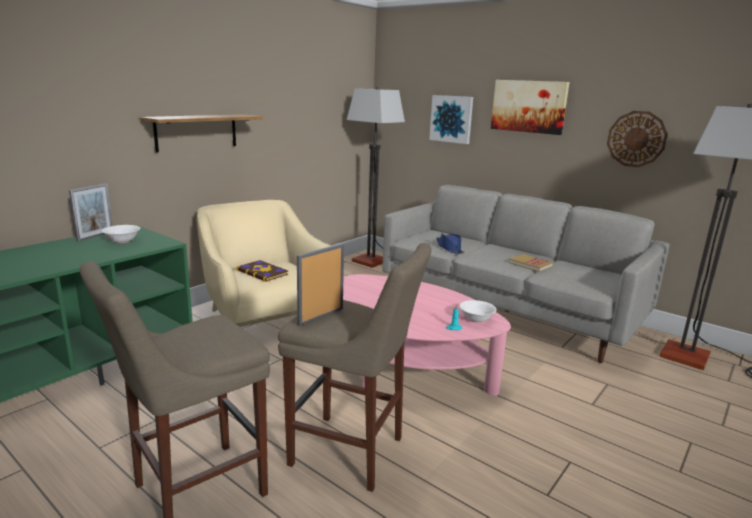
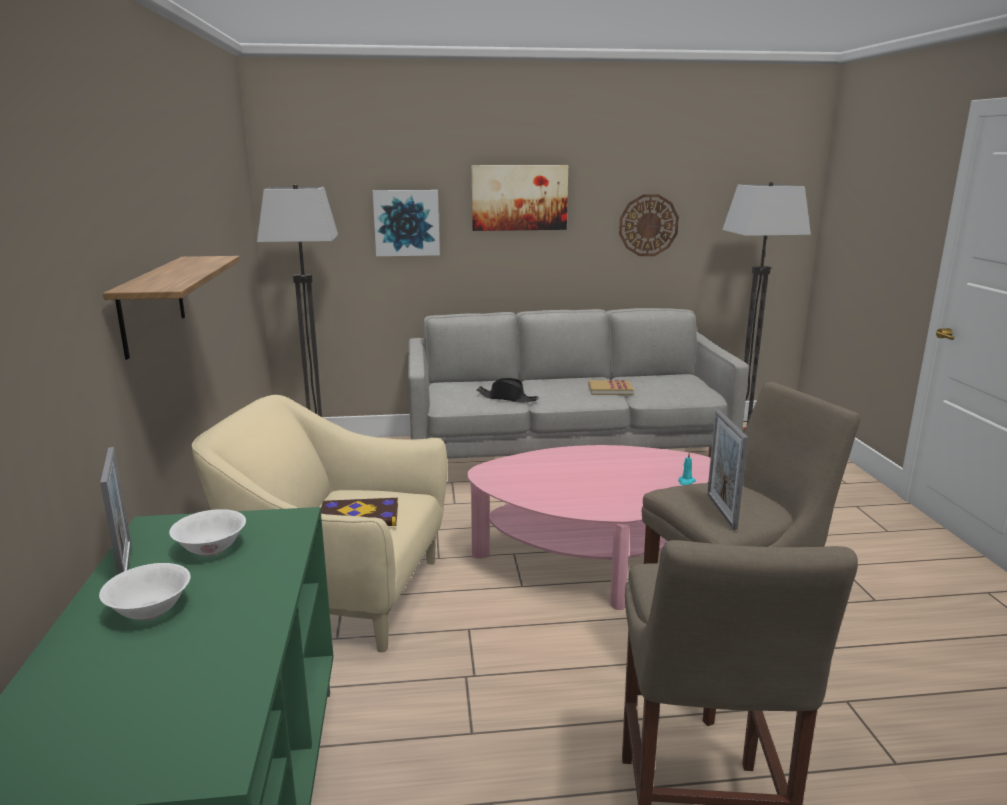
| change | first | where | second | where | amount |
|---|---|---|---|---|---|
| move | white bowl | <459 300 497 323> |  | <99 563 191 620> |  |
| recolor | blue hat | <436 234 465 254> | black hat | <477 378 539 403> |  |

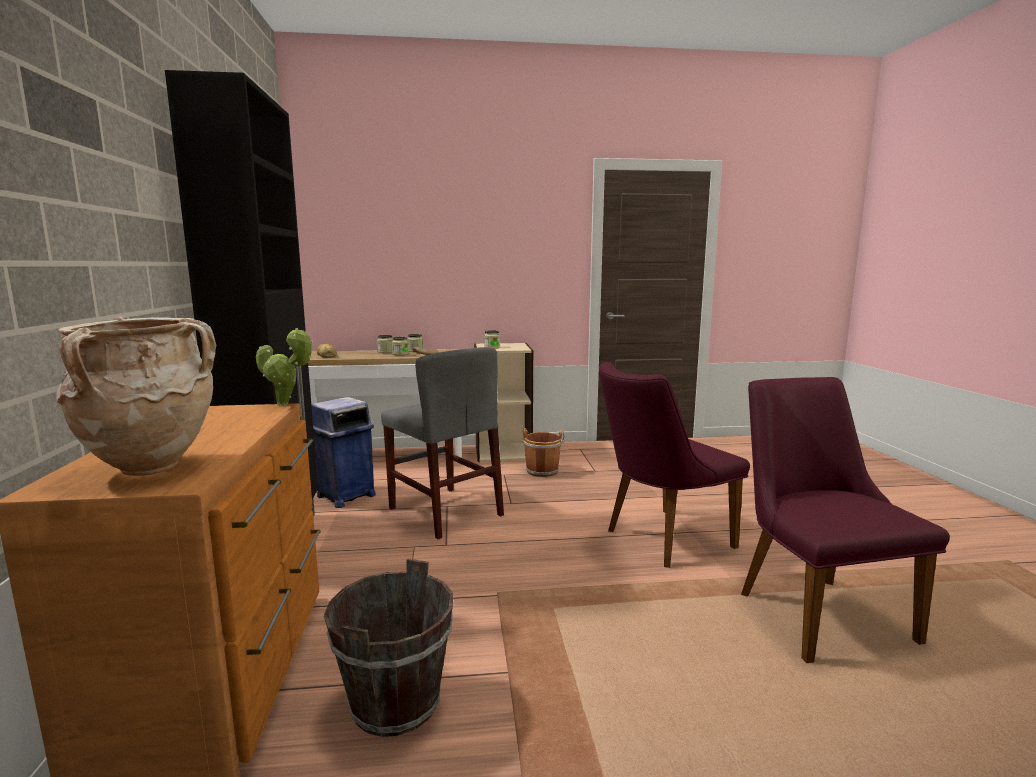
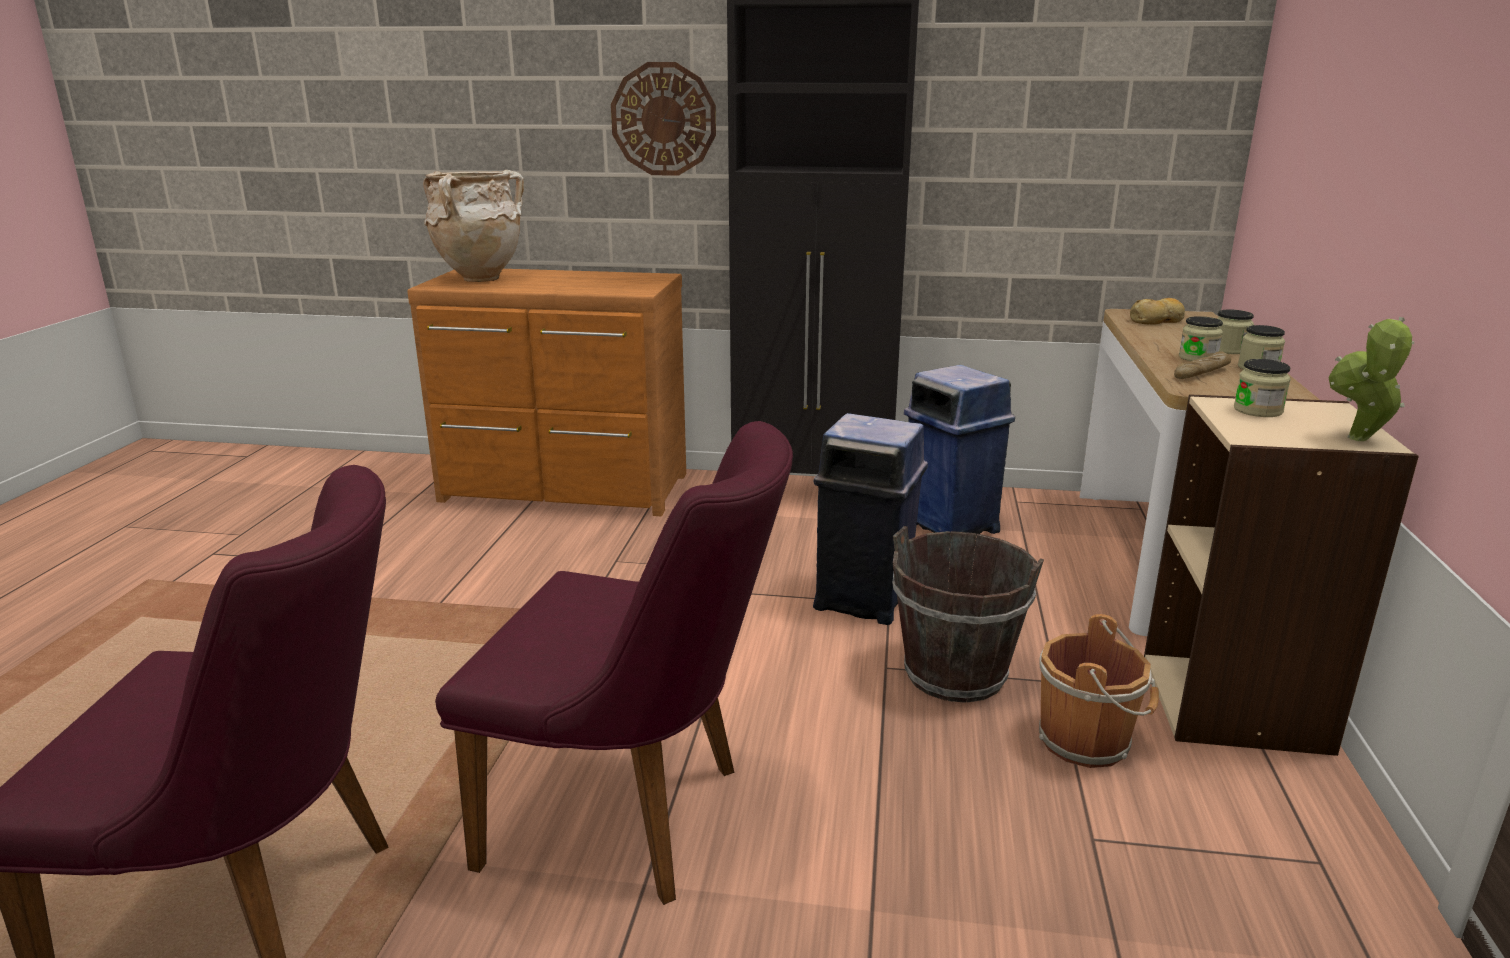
| change | first | where | second | where | amount |
|---|---|---|---|---|---|
| rotate | purple chair | <599 362 750 568> |  | <435 421 793 905> | 120 degrees clockwise |
| insert |  |  | wall clock | <611 62 716 176> |  |
| replace | grey chair | <381 347 504 539> | blue trash can | <813 413 928 625> |  |
| move | brown bucket | <324 559 453 737> |  | <892 526 1044 703> |  |
| move | potted plant | <256 328 313 407> |  | <1329 317 1414 441> |  |

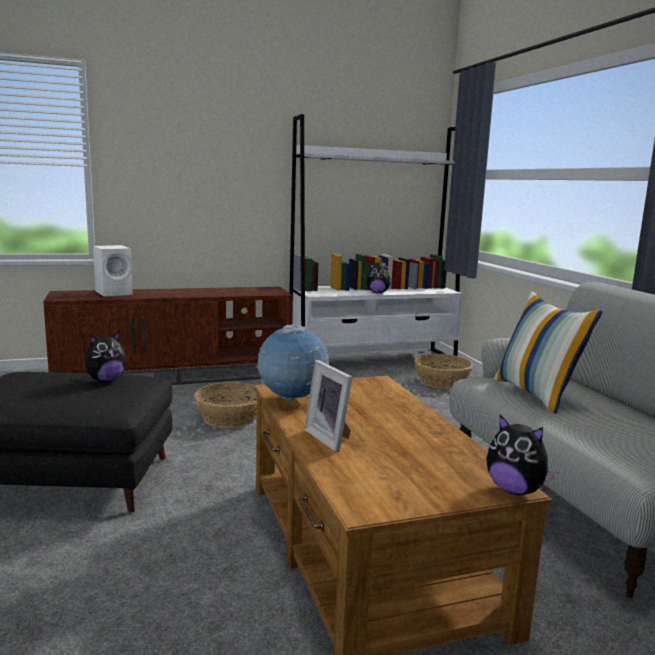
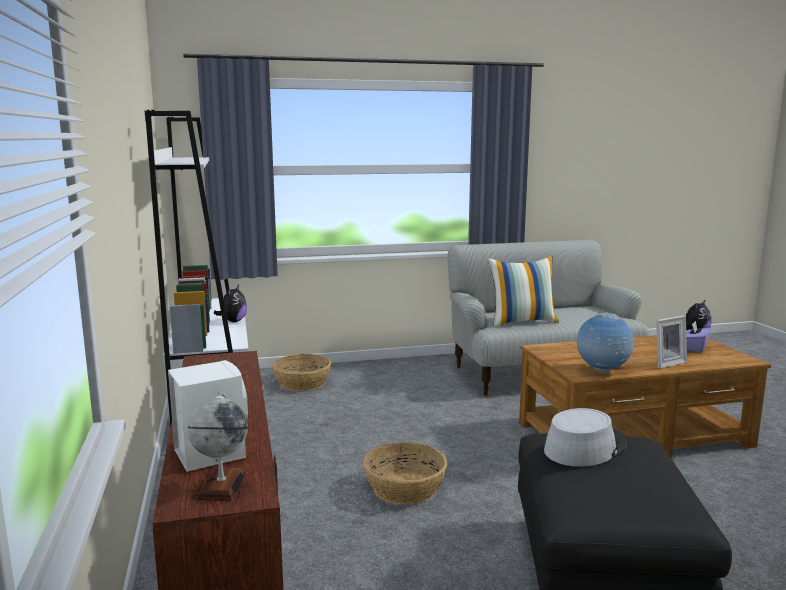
| change | first | where | second | where | amount |
|---|---|---|---|---|---|
| insert |  |  | globe | <188 392 248 501> |  |
| replace | plush toy | <85 331 127 382> | grey hat | <544 408 627 467> |  |
| insert |  |  | purple tissue box | <686 321 710 353> |  |

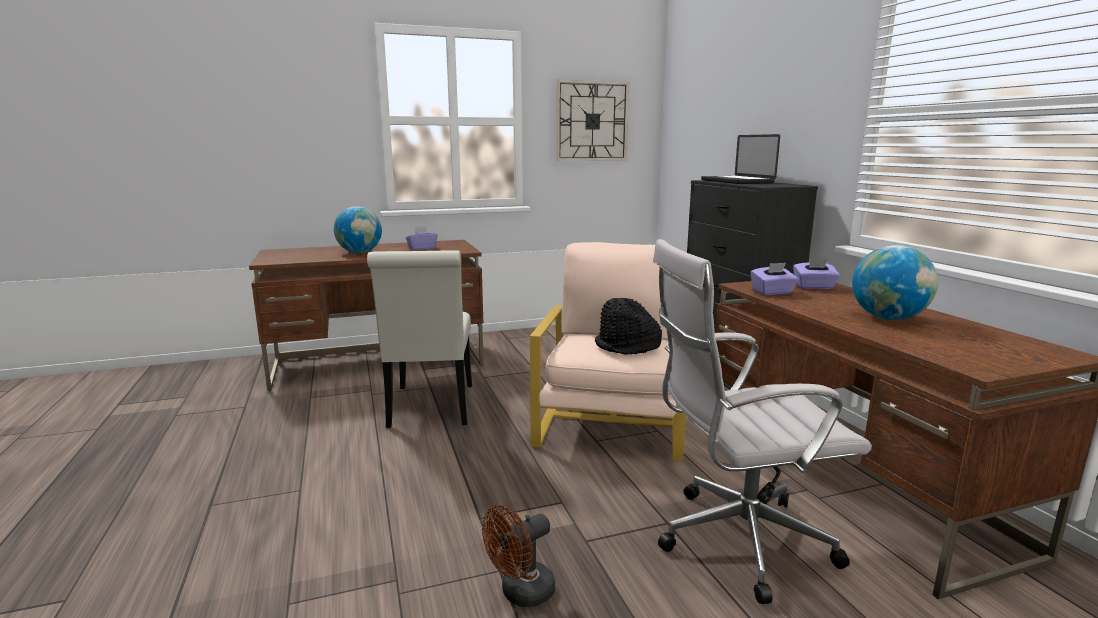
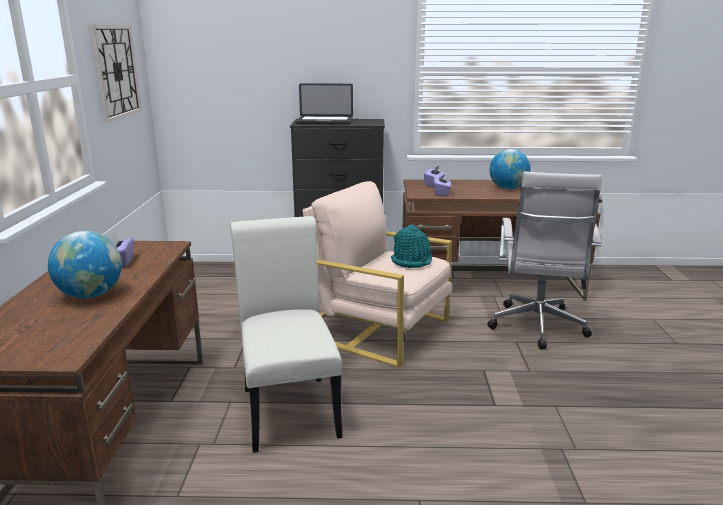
| change | first | where | second | where | amount |
|---|---|---|---|---|---|
| rotate | white chair | <367 250 472 428> |  | <230 216 343 453> | 120 degrees counterclockwise |
| recolor | black hat | <595 298 662 355> | turquoise hat | <391 224 432 268> |  |
| delete | brown fan | <482 505 555 607> |  |  |  |

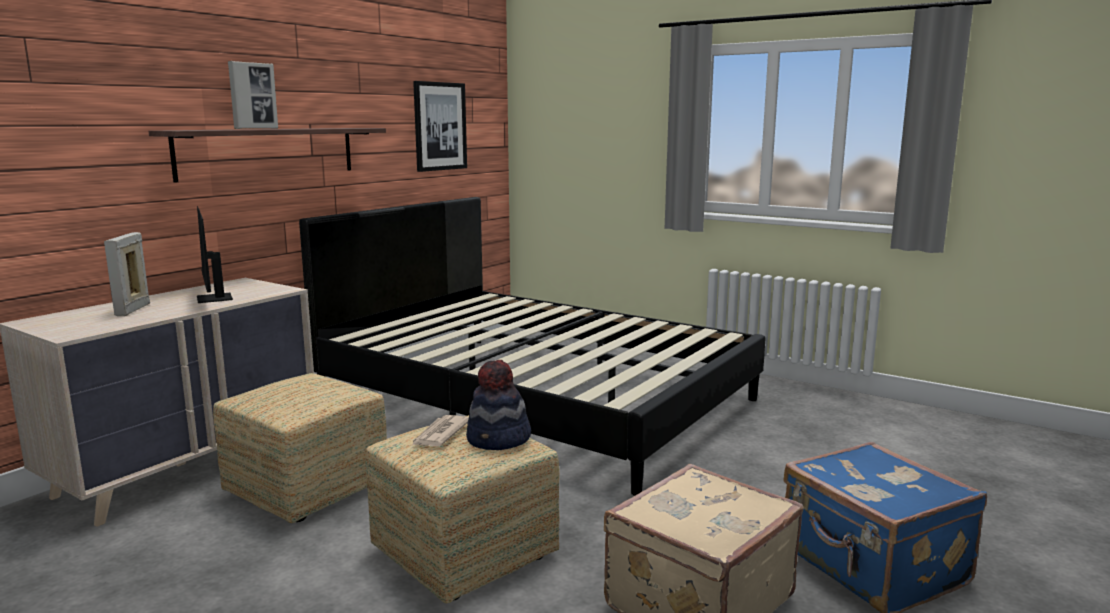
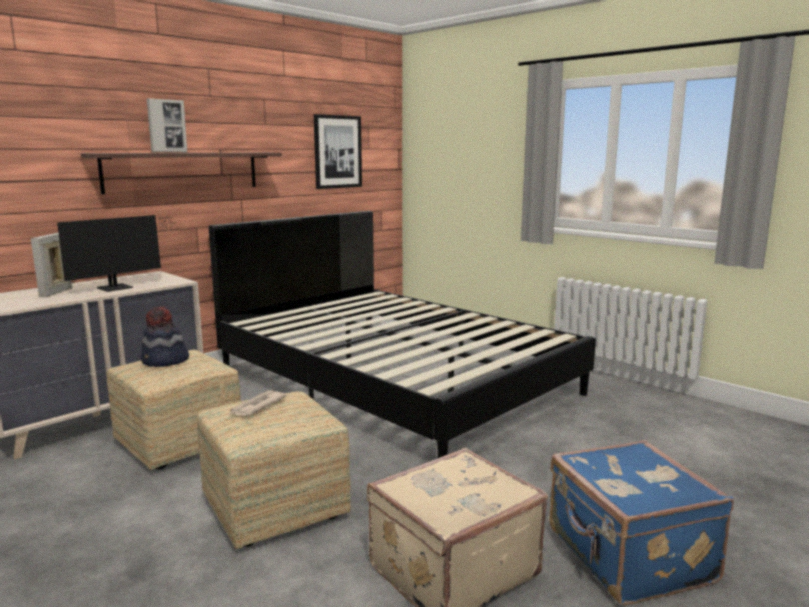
| change | first | where | second | where | amount |
|---|---|---|---|---|---|
| rotate | monitor | <197 206 233 303> |  | <57 215 183 292> | 120 degrees counterclockwise |
| move | hat | <466 360 531 450> |  | <141 307 189 367> |  |

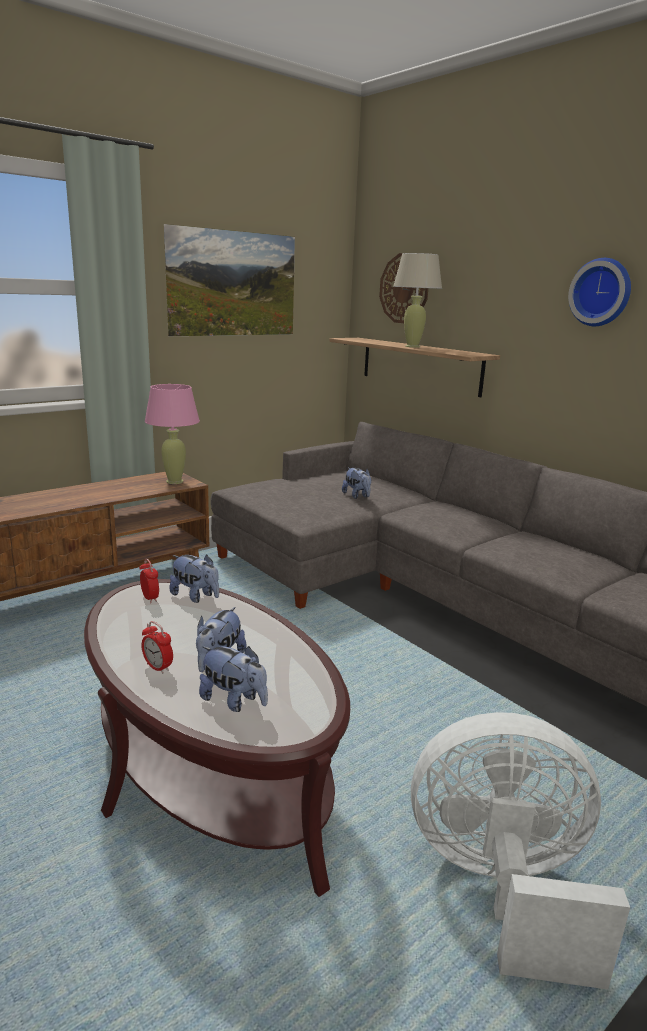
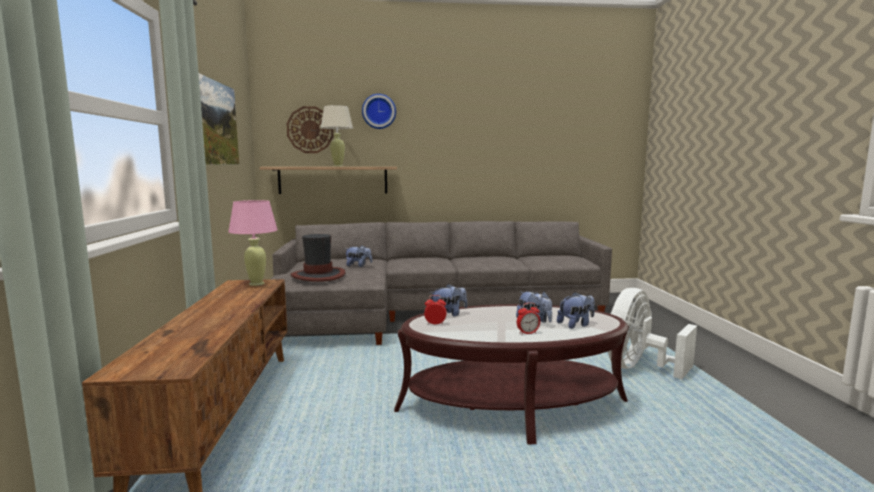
| change | first | where | second | where | amount |
|---|---|---|---|---|---|
| insert |  |  | hat | <291 234 345 282> |  |
| move | wall clock | <568 258 631 326> |  | <362 94 396 129> |  |

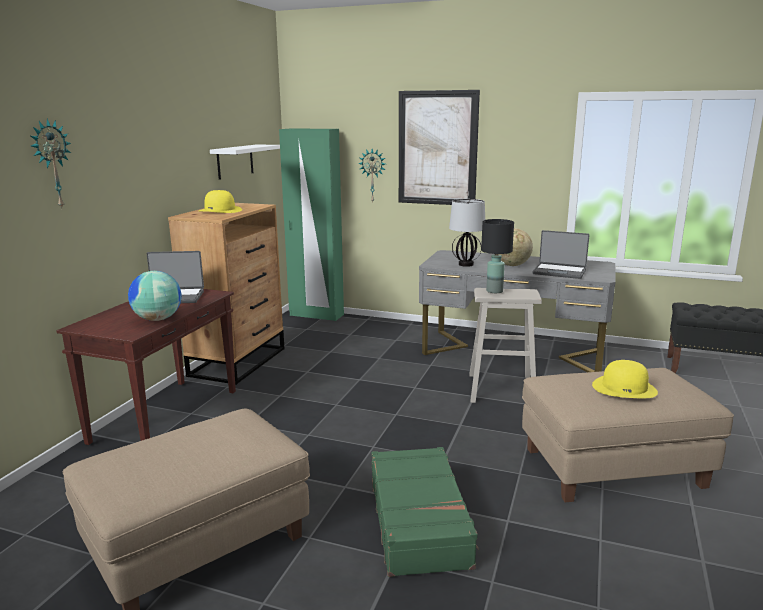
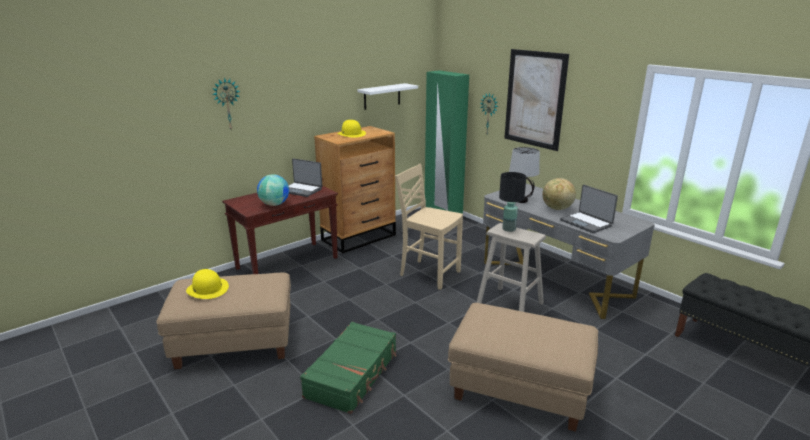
| change | first | where | second | where | amount |
|---|---|---|---|---|---|
| move | yellow hat | <592 360 658 398> |  | <186 269 229 299> |  |
| insert |  |  | beige chair | <395 164 463 290> |  |

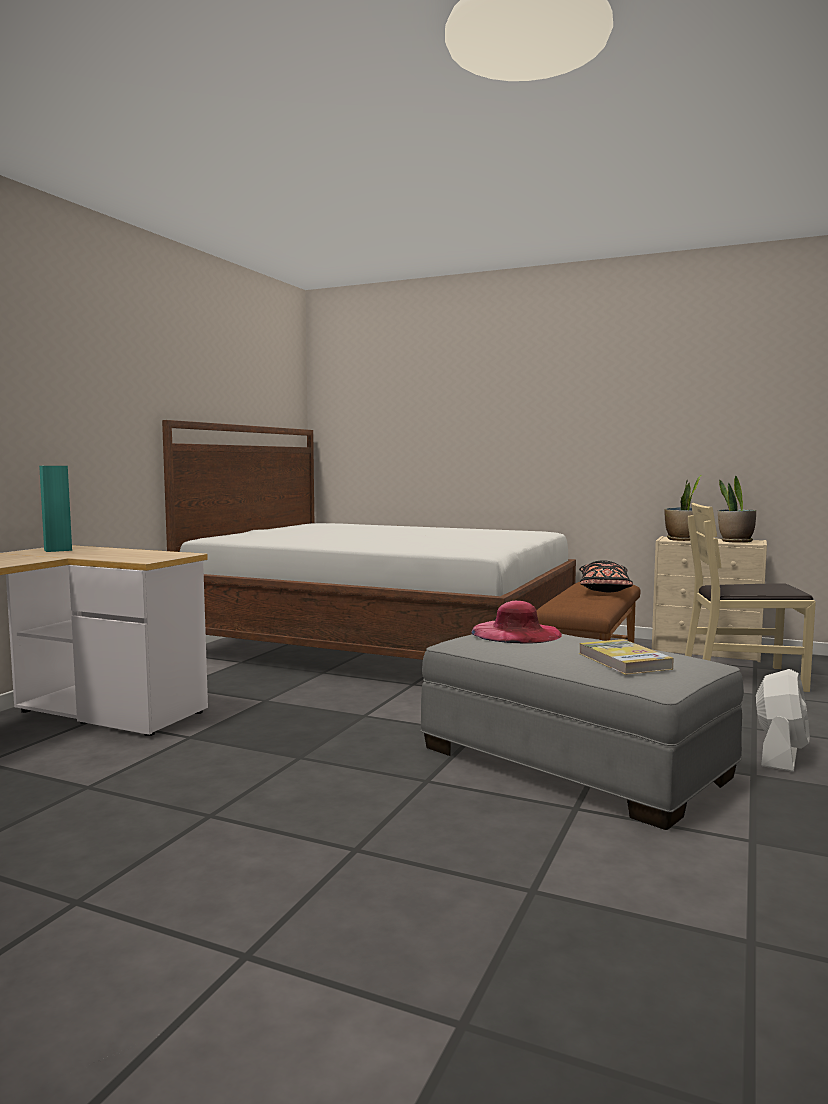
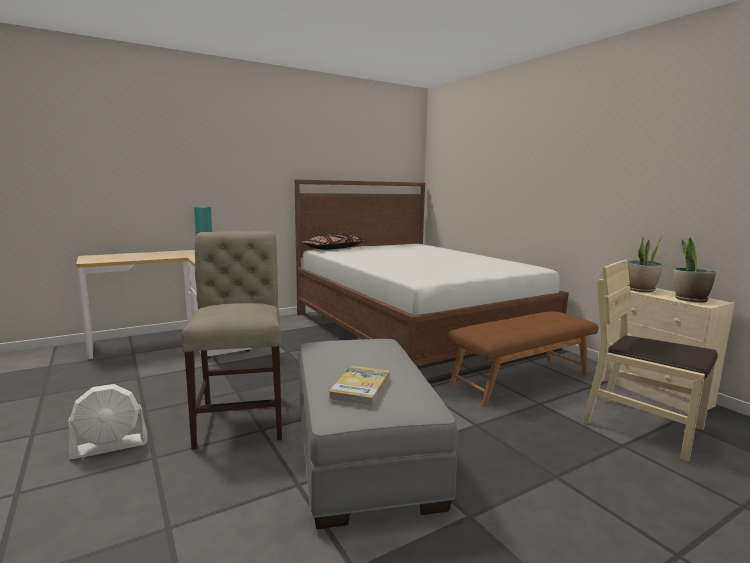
| change | first | where | second | where | amount |
|---|---|---|---|---|---|
| move | white fan | <756 669 810 772> |  | <68 384 147 459> |  |
| insert |  |  | beige chair | <182 231 282 449> |  |
| move | black pillow | <579 560 633 592> |  | <302 233 364 250> |  |
| delete | pink hat | <471 601 562 644> |  |  |  |

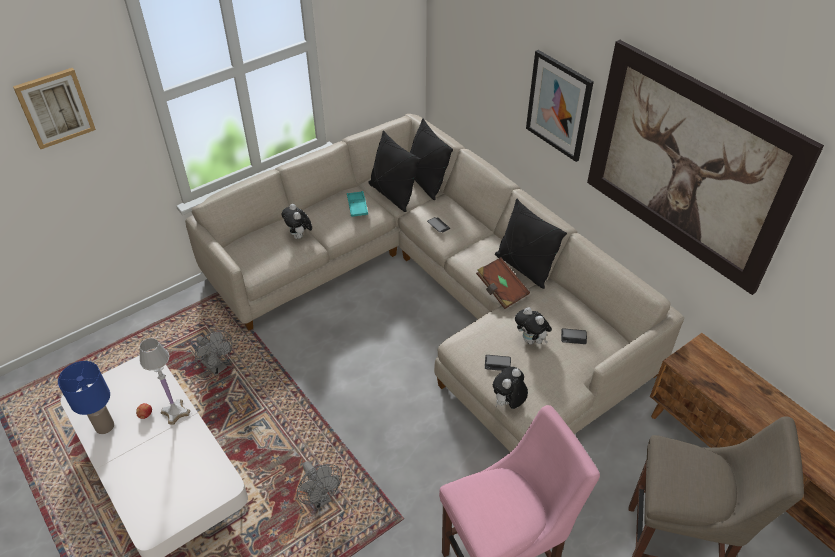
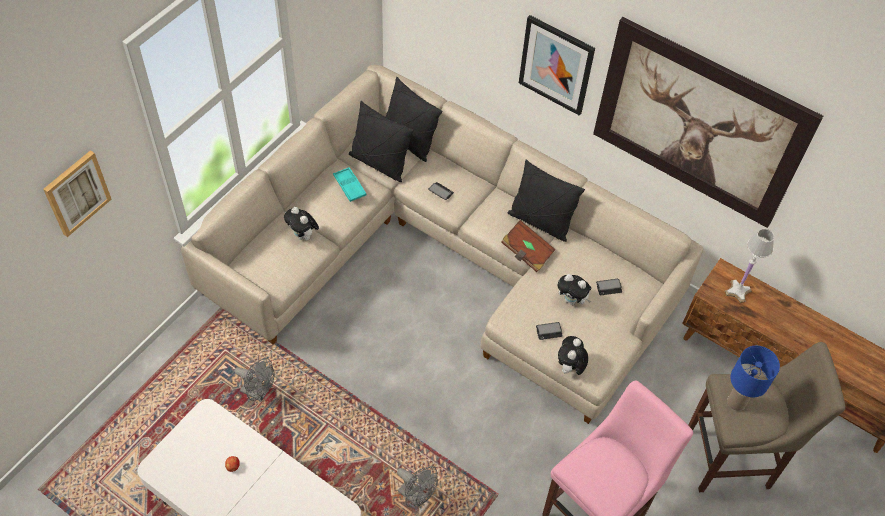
| change | first | where | second | where | amount |
|---|---|---|---|---|---|
| move | white table lamp | <139 338 190 425> |  | <725 229 774 303> |  |
| move | blue table lamp | <58 361 114 434> |  | <727 346 780 411> |  |

